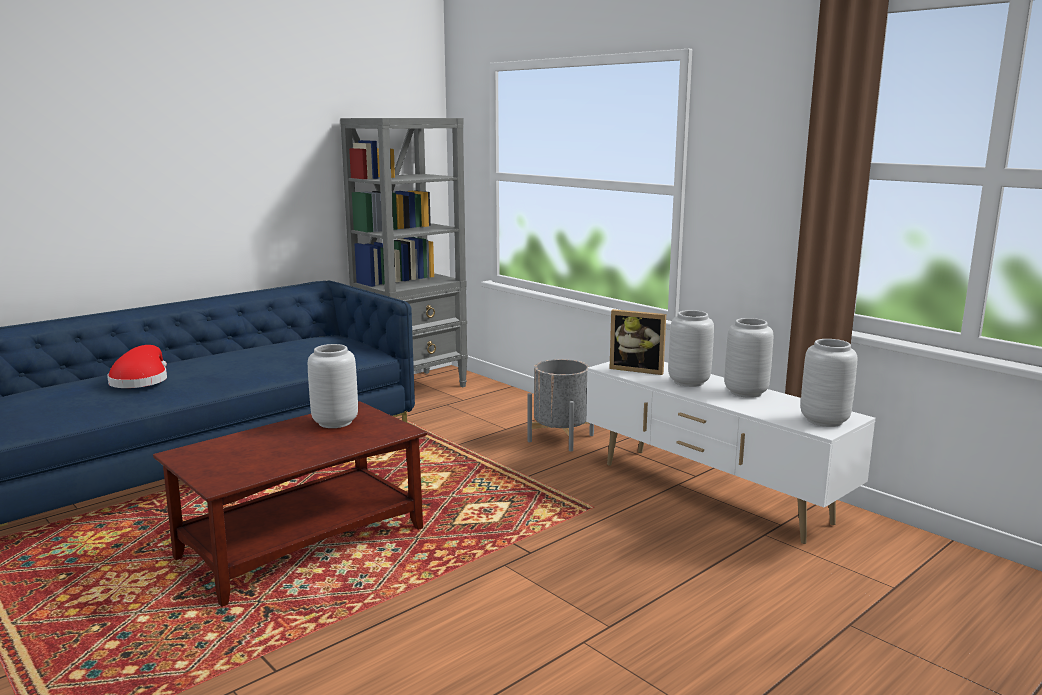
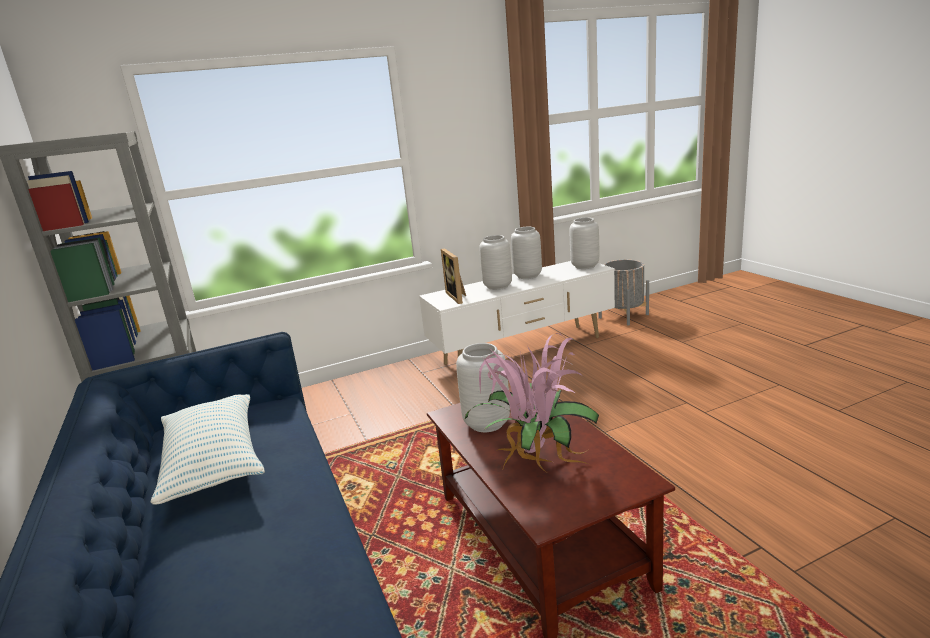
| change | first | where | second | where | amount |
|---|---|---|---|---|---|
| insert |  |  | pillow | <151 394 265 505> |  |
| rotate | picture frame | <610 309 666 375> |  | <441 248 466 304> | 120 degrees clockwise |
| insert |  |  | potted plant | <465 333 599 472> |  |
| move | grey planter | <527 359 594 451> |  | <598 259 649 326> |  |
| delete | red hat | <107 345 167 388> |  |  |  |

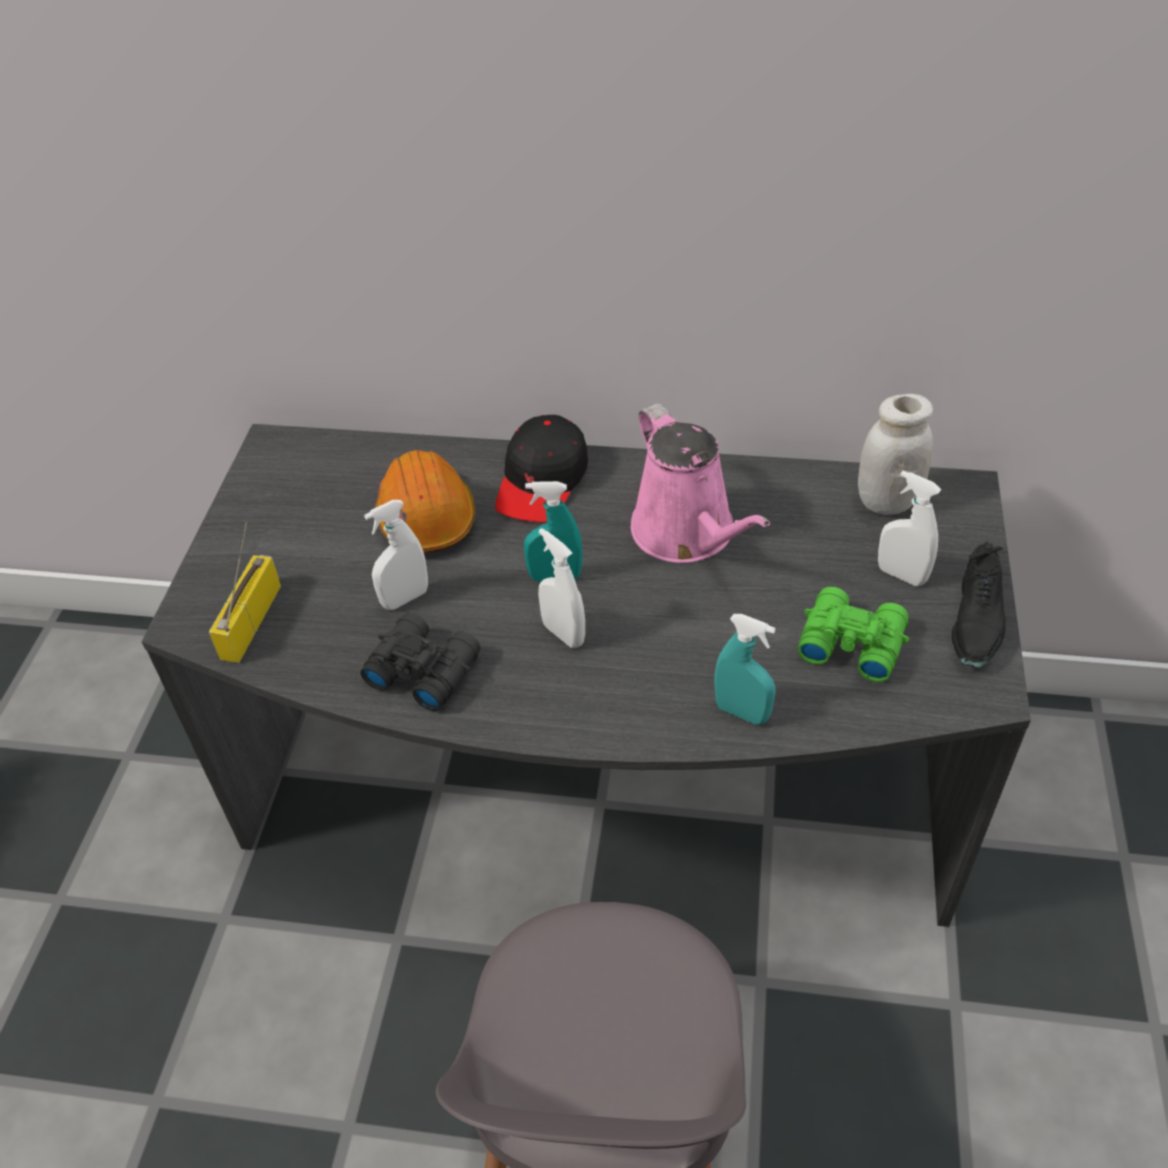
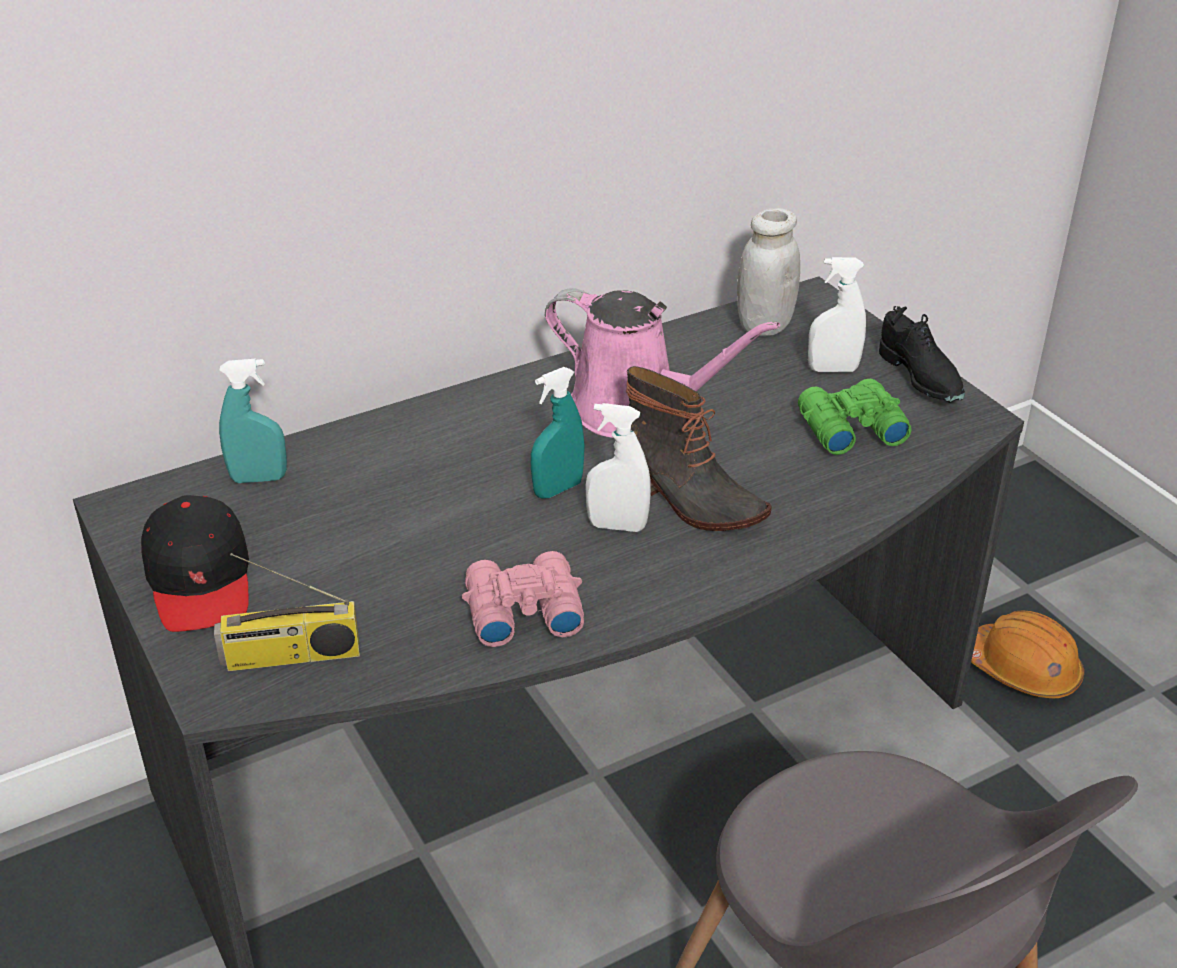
| change | first | where | second | where | amount |
|---|---|---|---|---|---|
| move | black cap | <495 415 588 522> |  | <141 495 249 632> |  |
| rotate | radio | <209 523 281 663> |  | <214 553 360 671> | 75 degrees counterclockwise |
| move | turquoise spray bottle | <714 614 775 725> |  | <219 358 287 483> |  |
| recolor | black binoculars | <360 613 481 711> | pink binoculars | <462 551 584 647> |  |
| insert |  |  | boot | <626 366 772 531> |  |
| move | orange hard hat | <375 450 475 552> |  | <971 611 1084 698> |  |
| delete | white spray bottle | <364 500 428 610> |  |  |  |

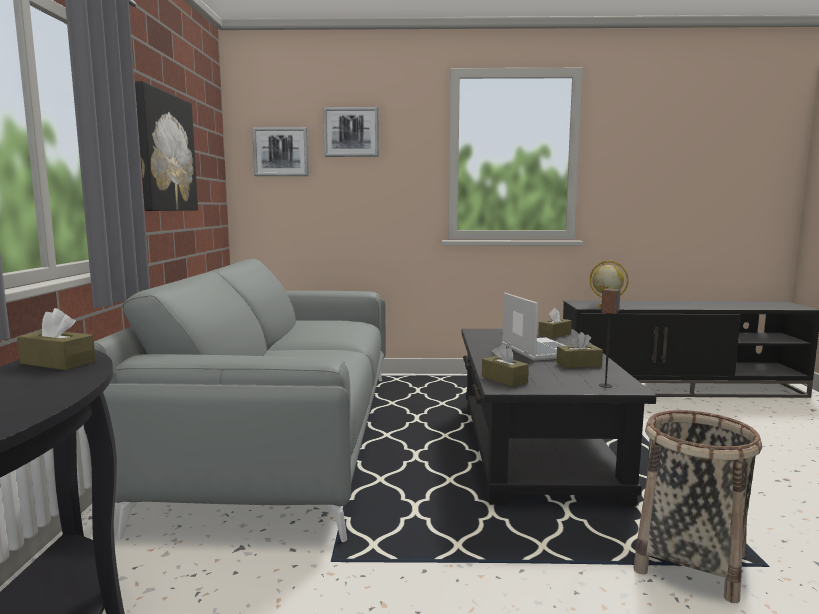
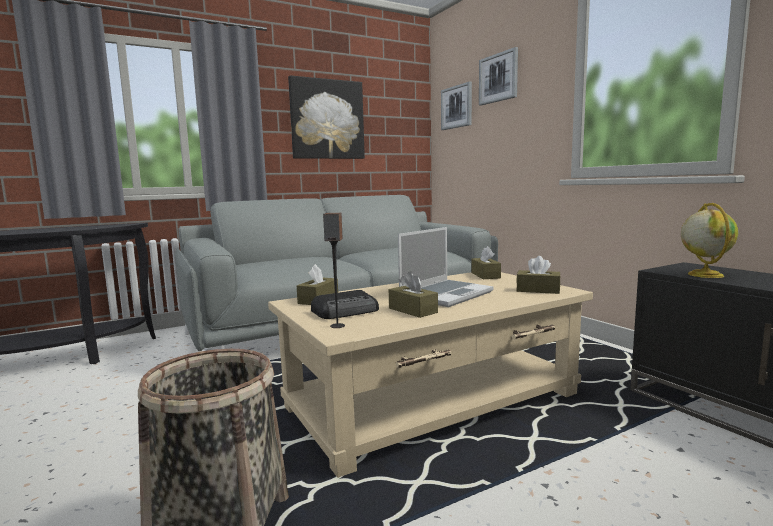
| change | first | where | second | where | amount |
|---|---|---|---|---|---|
| recolor | black coffee table | <461 329 657 506> | beige coffee table | <268 272 593 478> |  |
| insert |  |  | radio | <311 290 379 319> |  |
| move | brown tissue box | <17 308 96 370> |  | <471 246 501 279> |  |

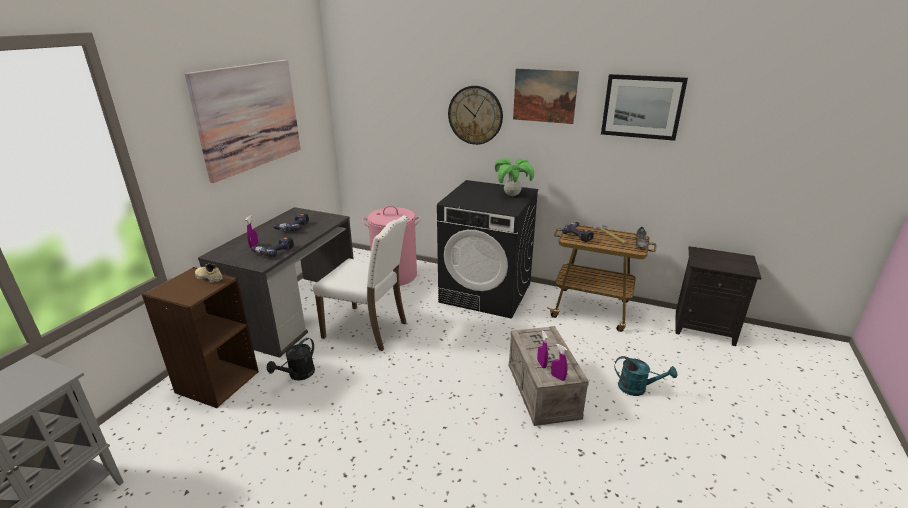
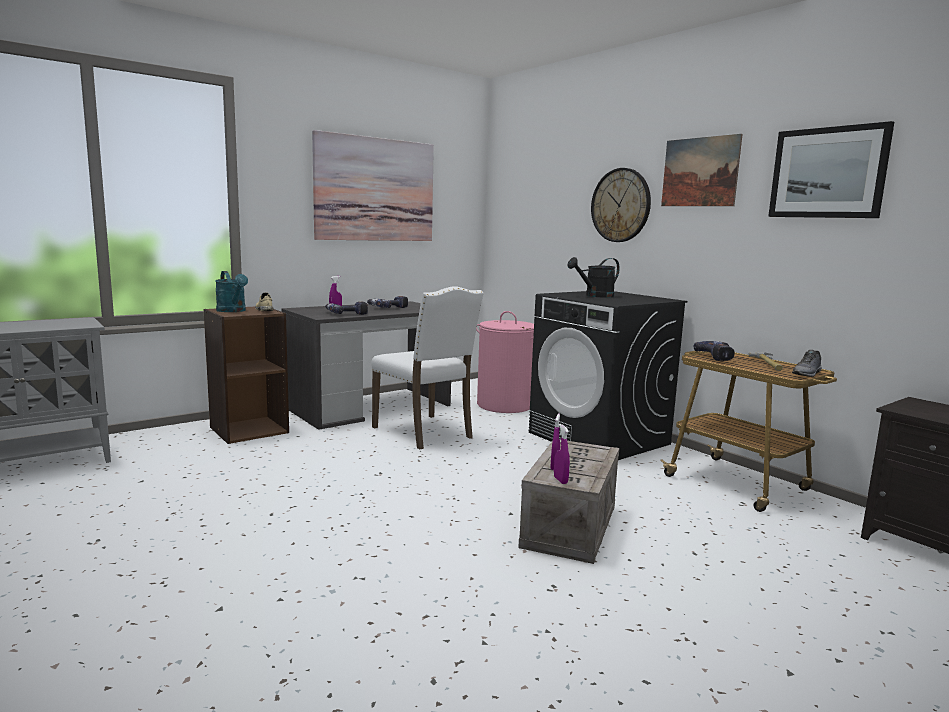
| change | first | where | second | where | amount |
|---|---|---|---|---|---|
| move | turquoise watering can | <614 356 677 396> |  | <215 271 248 312> |  |
| move | black watering can | <267 338 315 380> |  | <567 257 620 298> |  |
| delete | potted plant | <495 158 534 196> |  |  |  |

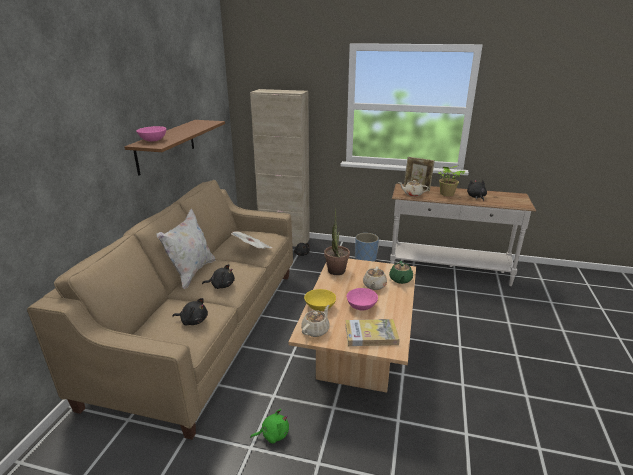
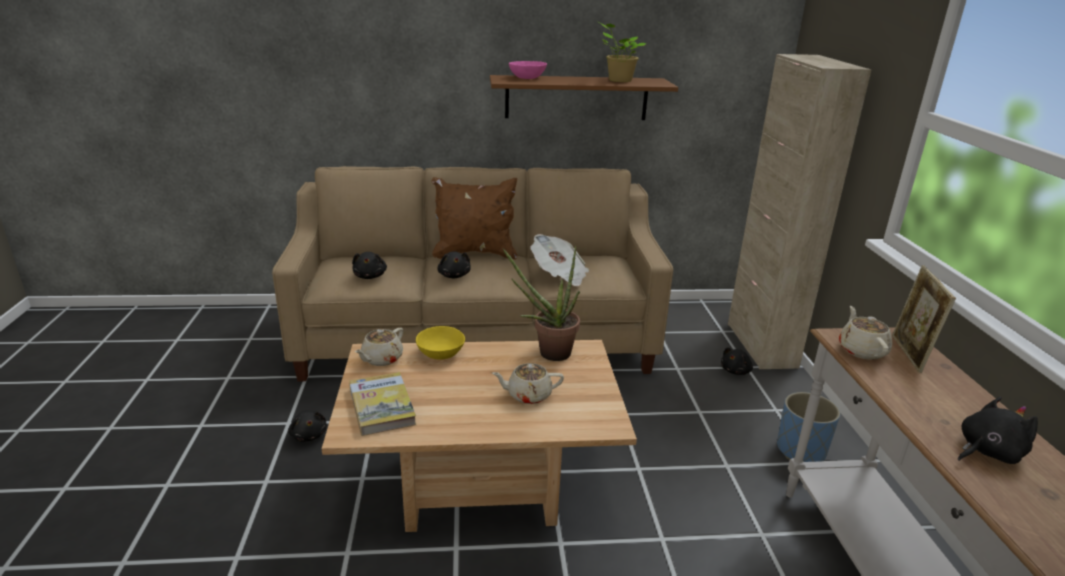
| change | first | where | second | where | amount |
|---|---|---|---|---|---|
| recolor | green plush toy | <250 409 289 444> | black plush toy | <288 410 327 442> |  |
| rotate | beige teapot | <301 305 330 337> |  | <355 328 403 366> | 105 degrees clockwise |
| recolor | white pillow | <157 209 215 289> | brown pillow | <431 177 517 260> |  |
| move | potted plant | <438 166 465 196> |  | <598 22 647 82> |  |
| delete | pink bowl | <347 288 378 311> |  |  |  |
| delete | green teapot | <389 261 413 284> |  |  |  |

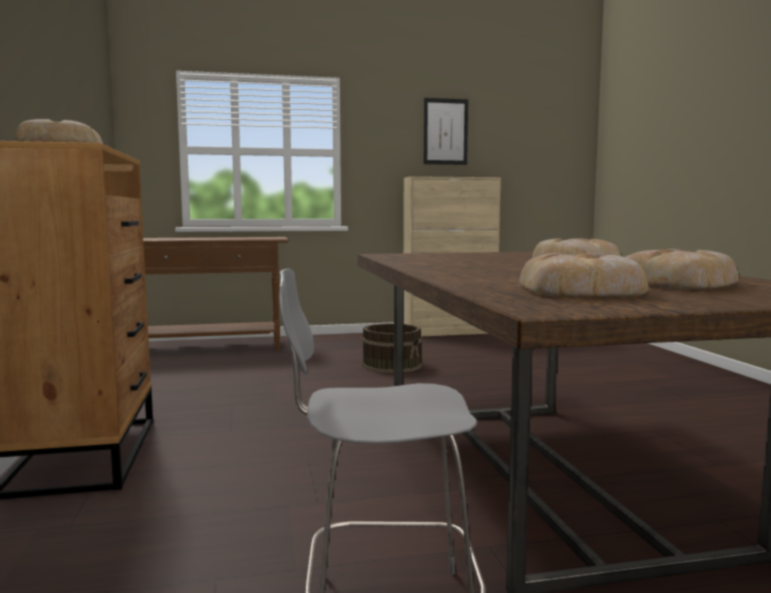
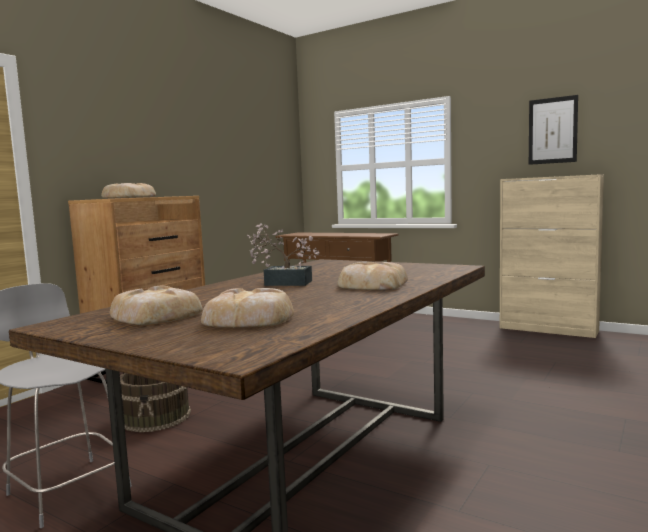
| change | first | where | second | where | amount |
|---|---|---|---|---|---|
| move | brown bucket | <362 323 422 373> |  | <120 373 191 432> |  |
| insert |  |  | potted plant | <247 224 320 286> |  |

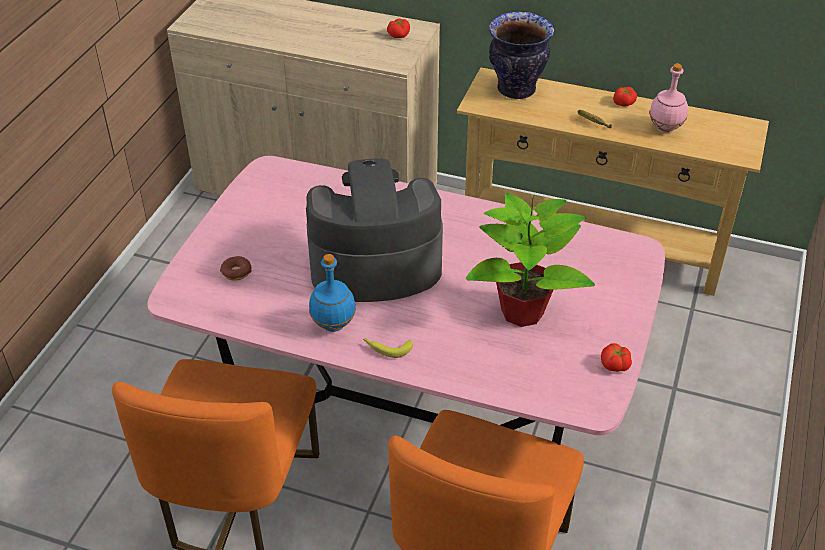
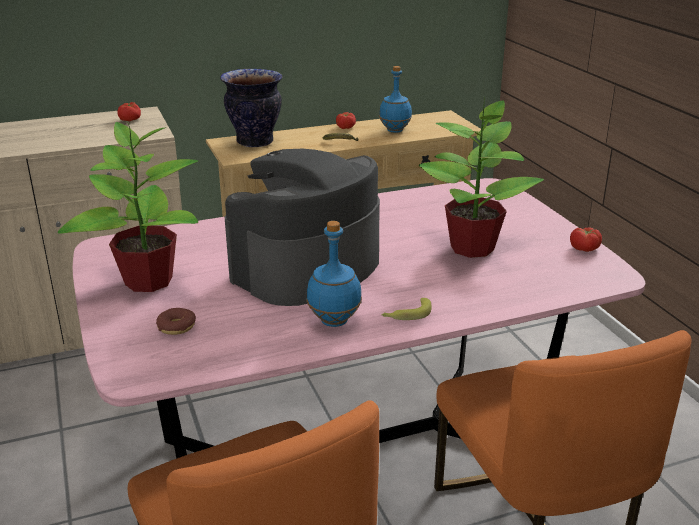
| change | first | where | second | where | amount |
|---|---|---|---|---|---|
| insert |  |  | potted plant | <58 120 198 292> |  |
| recolor | pink bottle | <649 63 688 133> | blue bottle | <379 66 412 133> |  |

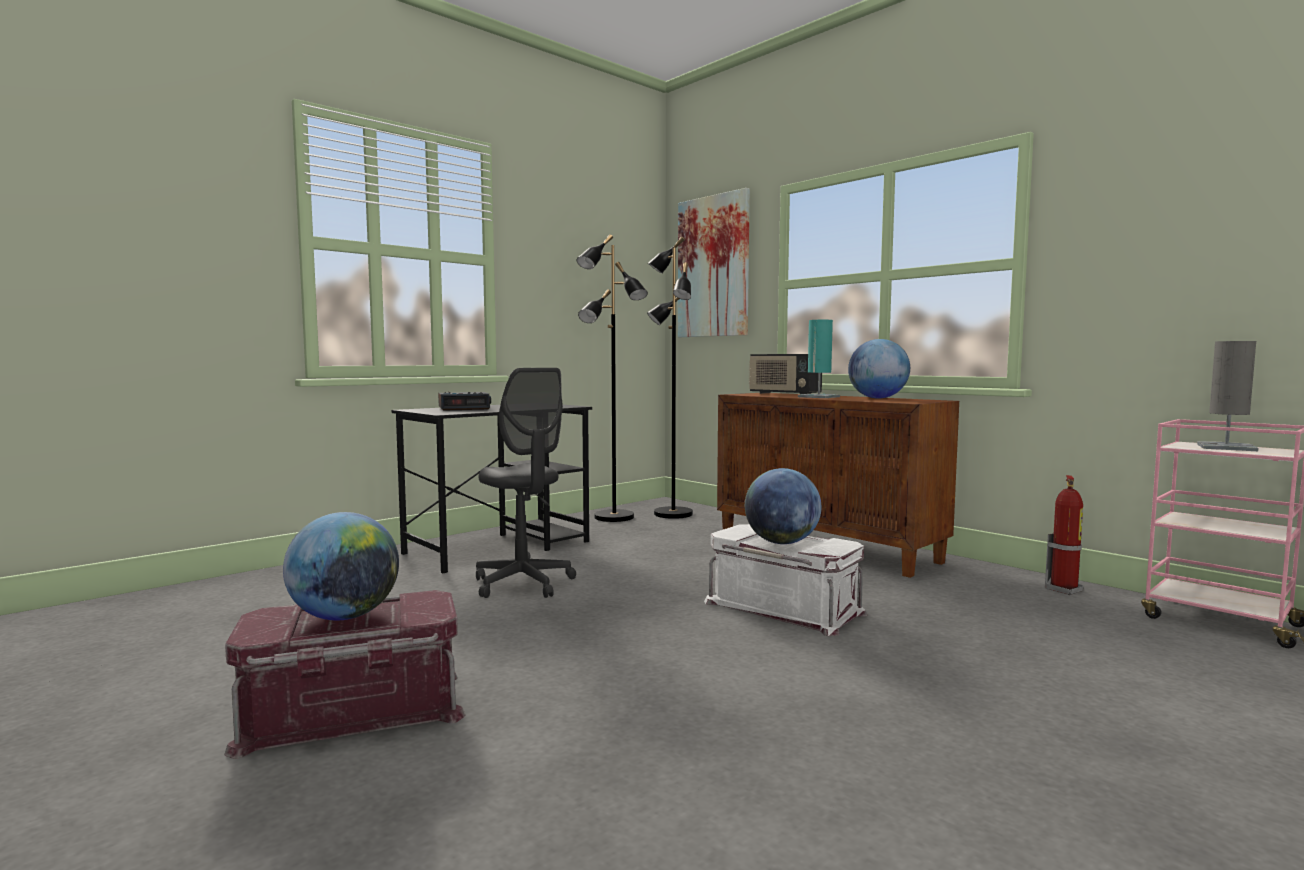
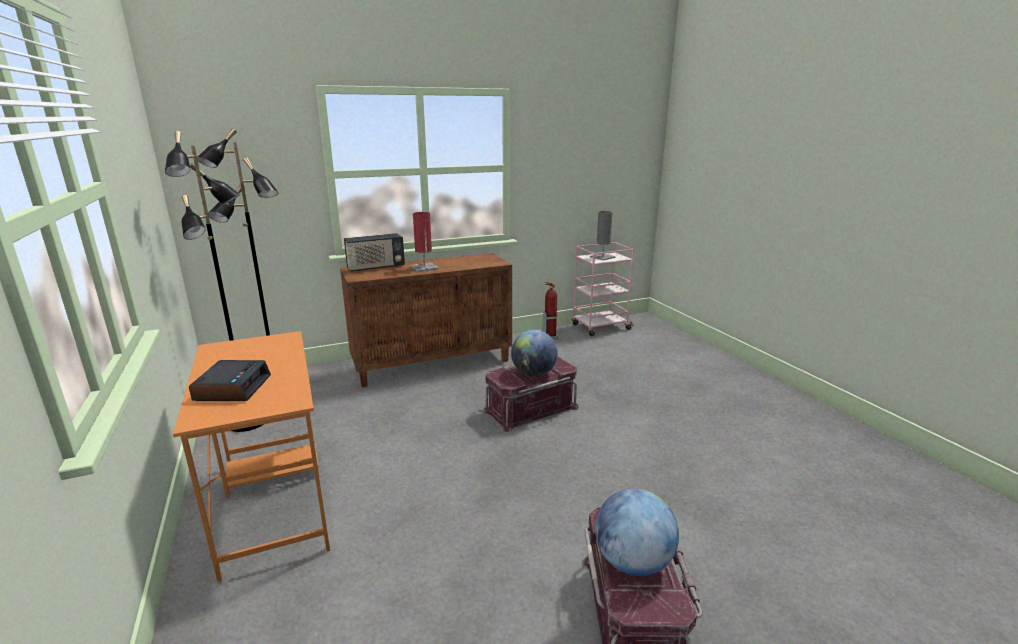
| change | first | where | second | where | amount |
|---|---|---|---|---|---|
| recolor | black desk | <392 405 592 573> | orange desk | <173 331 330 582> |  |
| recolor | turquoise table lamp | <798 320 840 398> | red table lamp | <410 212 439 272> |  |
| recolor | white storage box | <704 524 867 636> | red storage box | <483 357 579 432> |  |
| delete | grey office chair | <476 368 576 598> |  |  |  |
| delete | picture | <678 188 750 337> |  |  |  |
| delete | globe | <848 339 910 398> |  |  |  |

